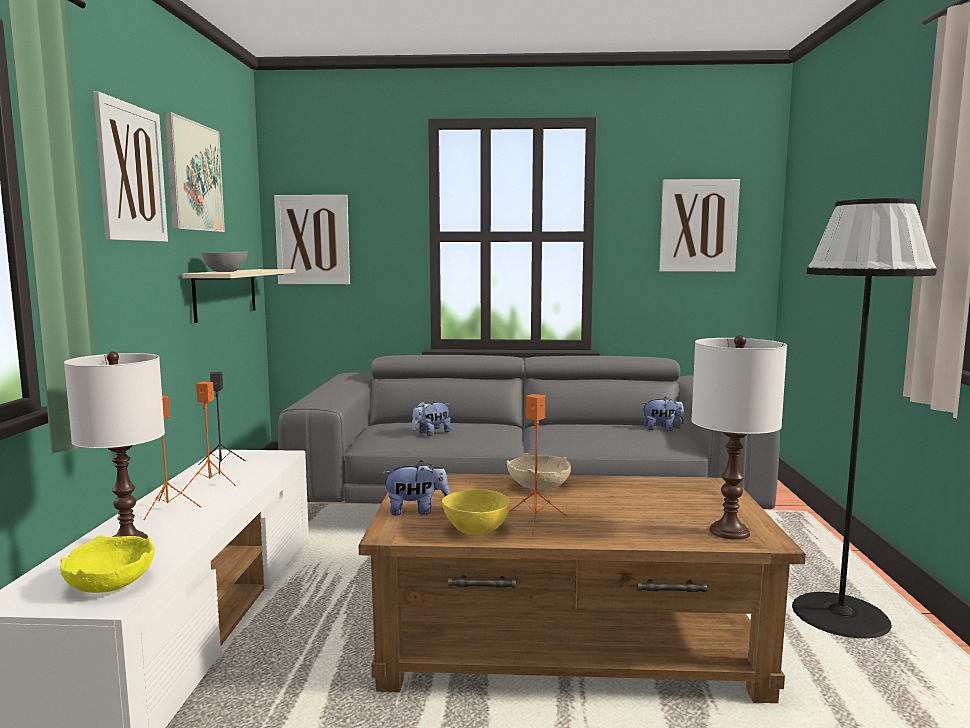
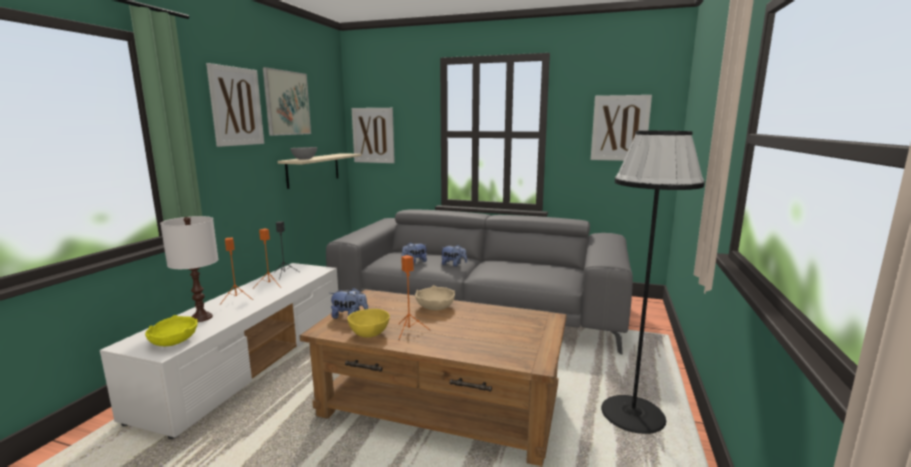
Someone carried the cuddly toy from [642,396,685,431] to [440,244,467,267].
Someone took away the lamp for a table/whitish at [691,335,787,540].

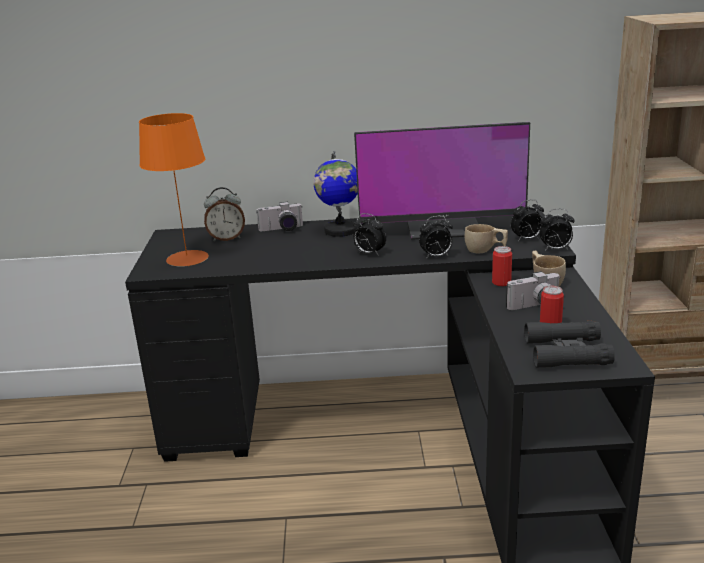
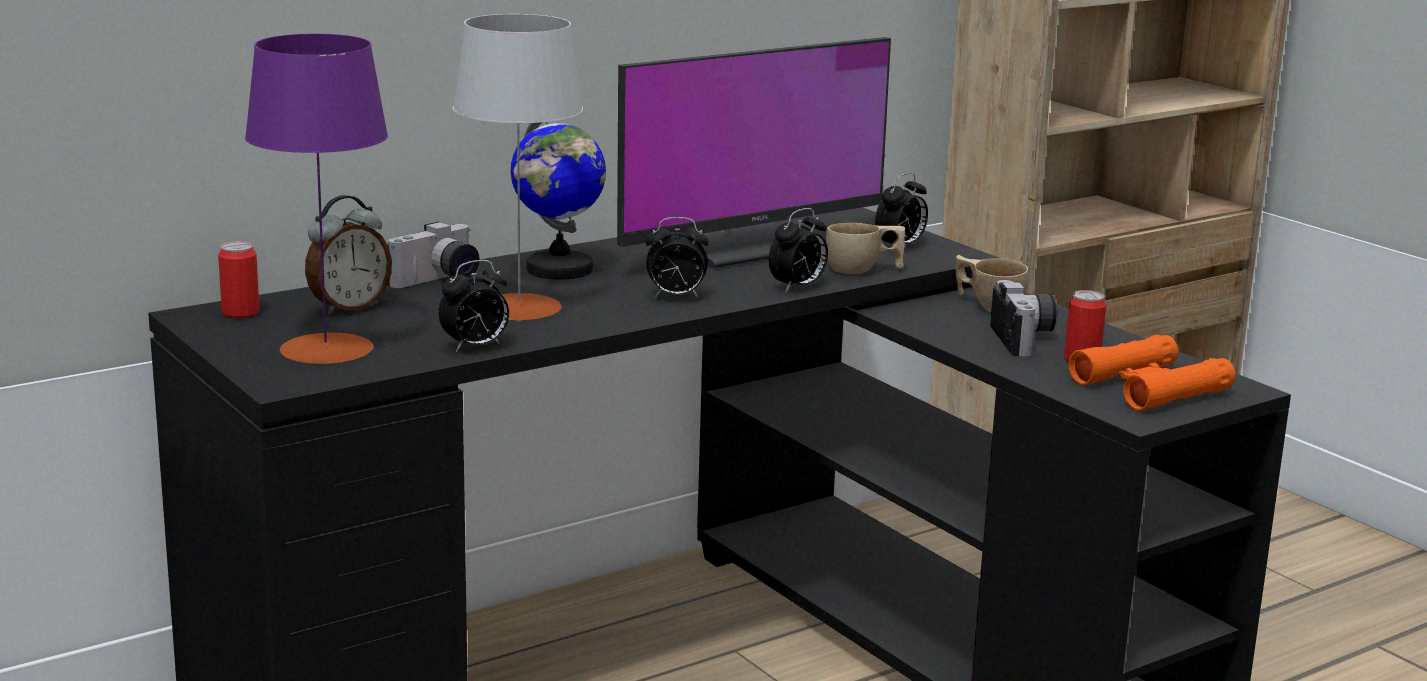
Someone carried the can from [492,246,512,286] to [218,241,260,318].
Someone repainted the lamp for a table/orange-coloured at [139,113,209,266], which became the lamp for a table/purple at [245,34,388,364].
Someone carried the table clock from [539,209,575,251] to [438,260,509,352].
Someone put down the lamp for a table/greyish at [453,14,583,321].
Someone rotated the still camera at [506,271,561,310] by 45 degrees counterclockwise.
Someone repainted the binoculars/black-coloured at [524,321,615,368], which became the binoculars/orange-coloured at [1068,335,1235,411].

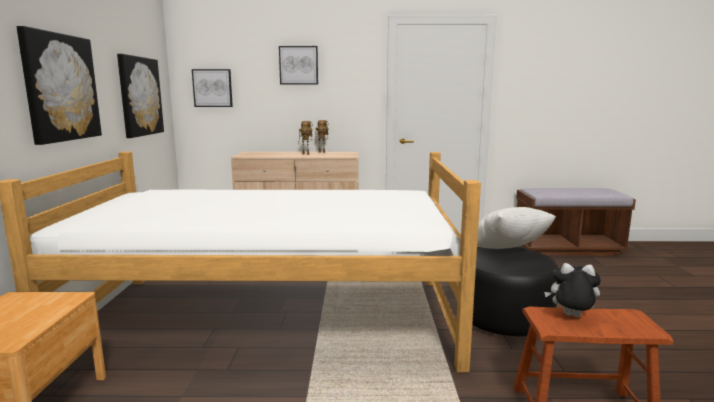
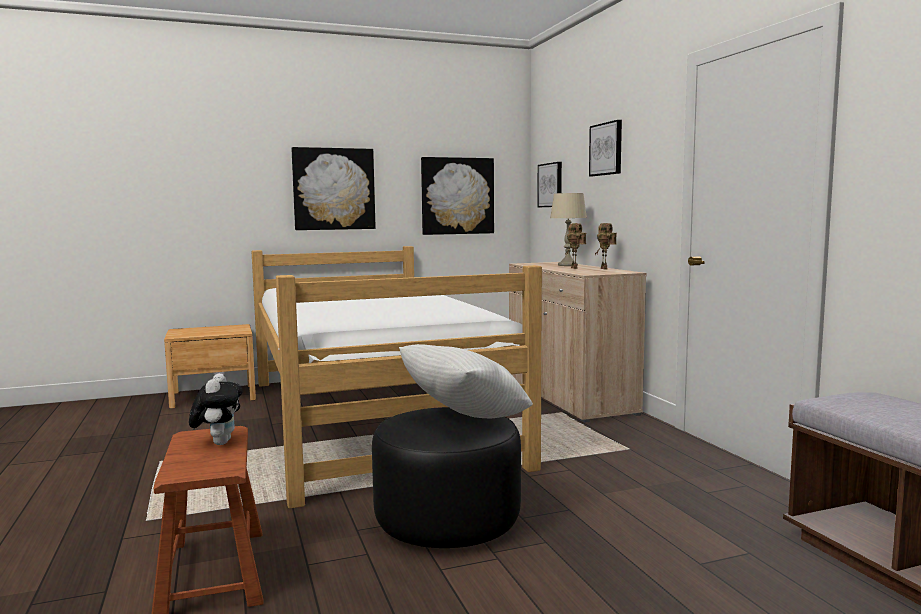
Someone put down the lamp for a table/beige-coloured at [550,193,587,266].

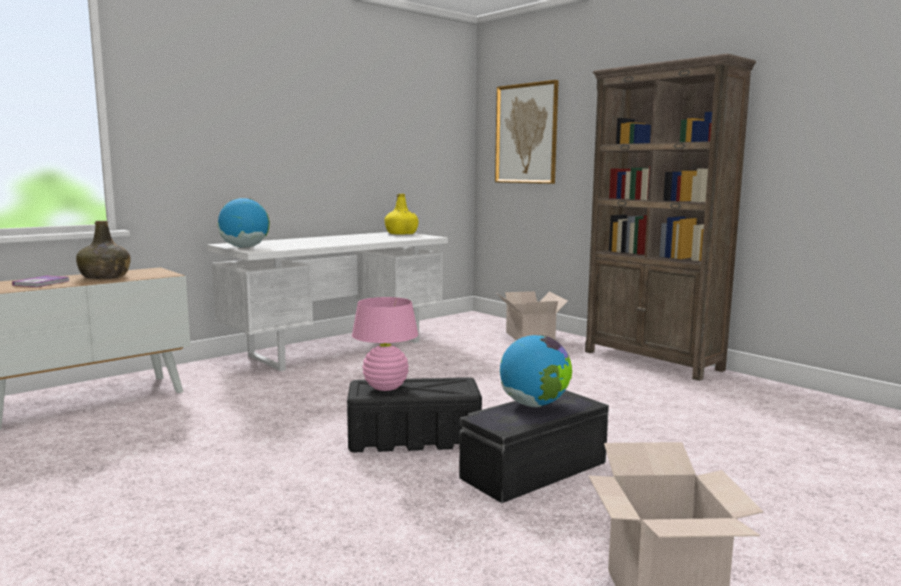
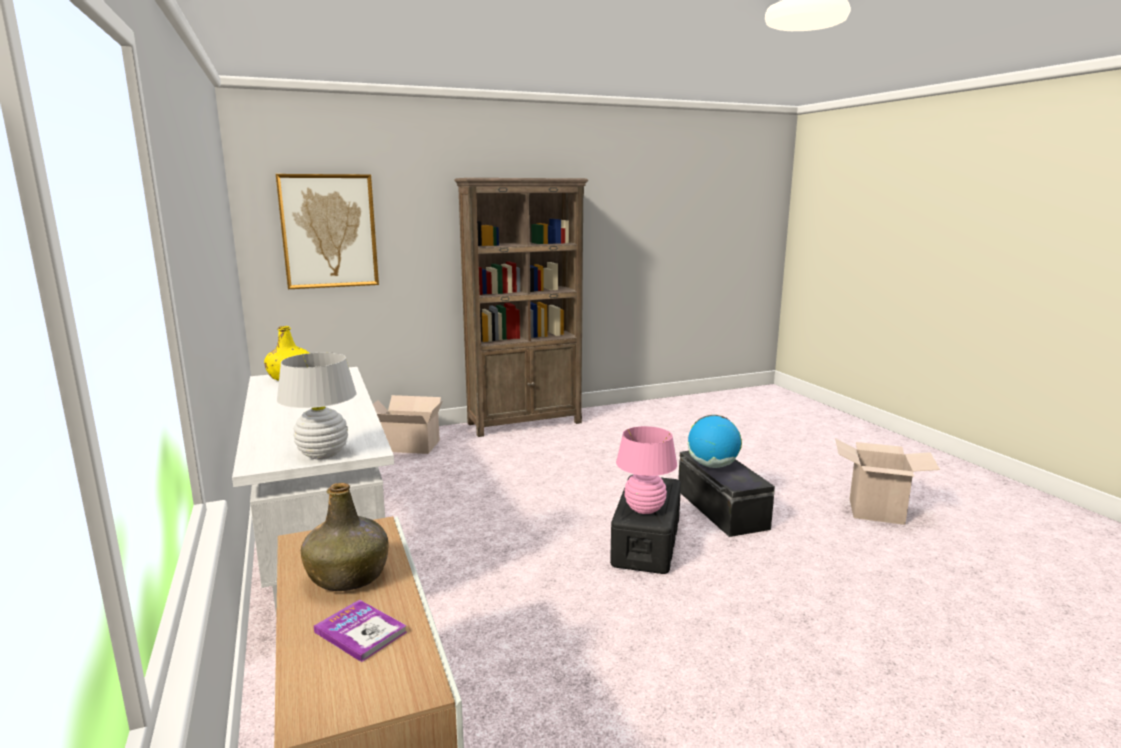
Someone swapped the world globe at [218,198,270,248] for the lamp for a table/whitish at [277,353,357,459].

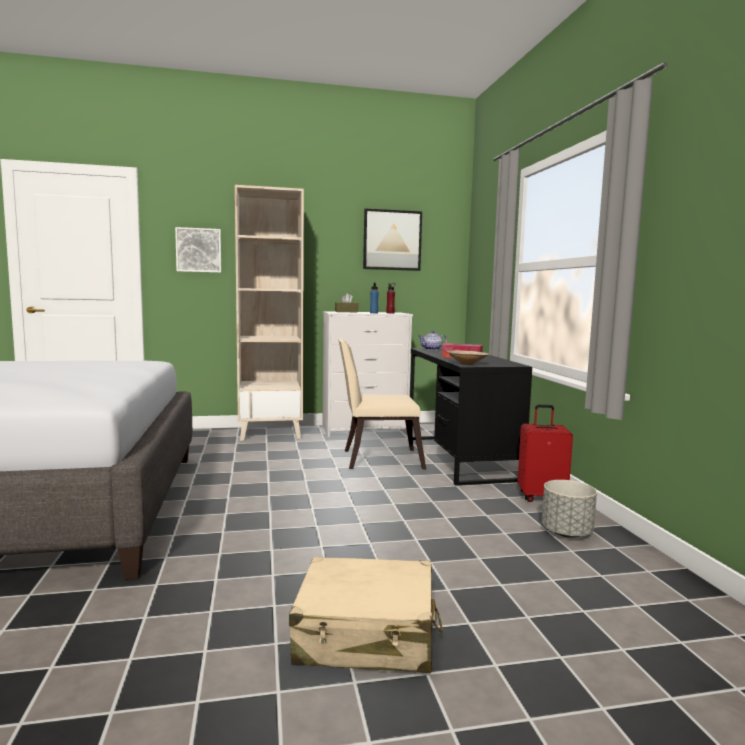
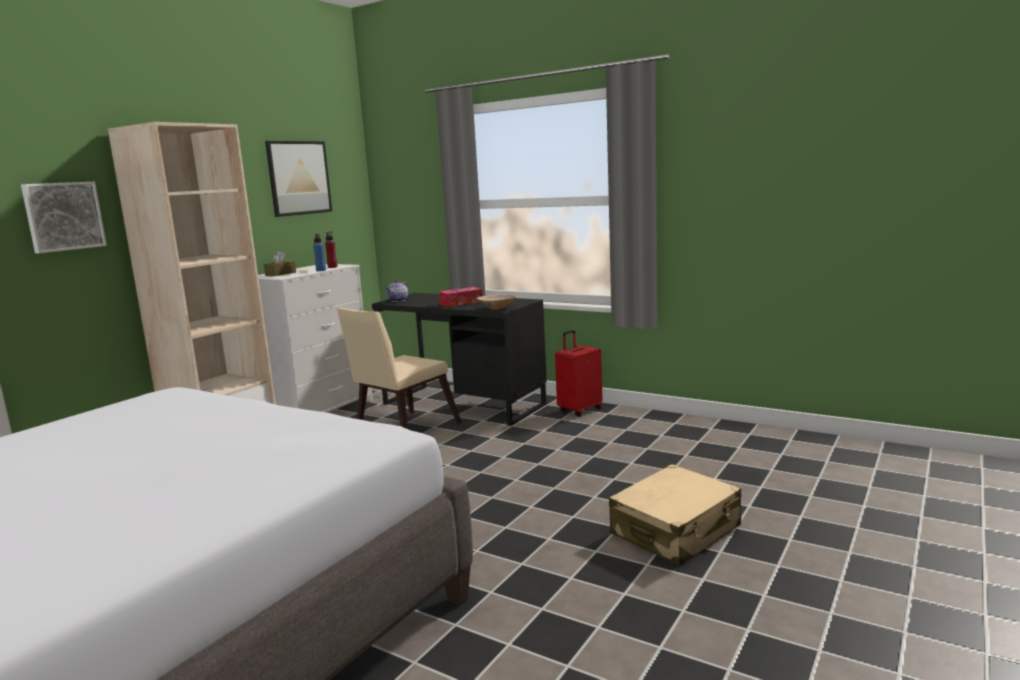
Someone took away the planter/greyish at [542,480,597,538].

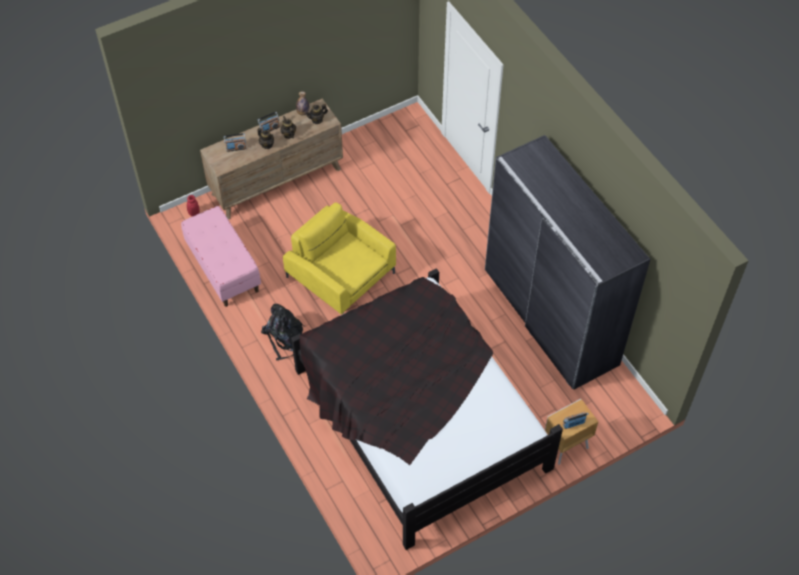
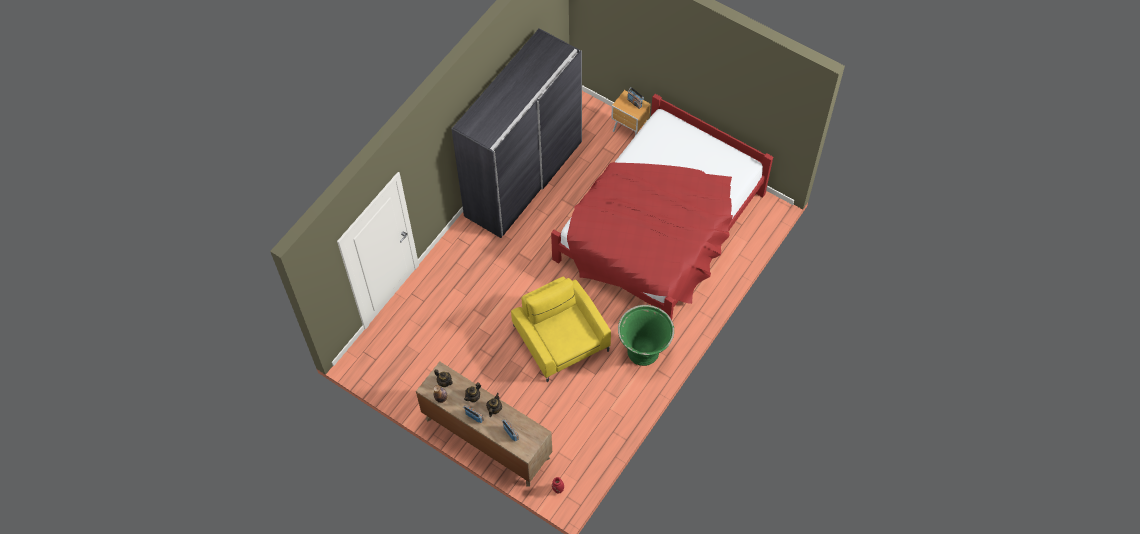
Someone rotated the lounge chair/yellow at [283,202,396,314] by 135 degrees clockwise.
Someone repainted the sleeping bed/black-coloured at [291,268,563,550], which became the sleeping bed/red at [551,94,773,320].
Someone swapped the backpack/black-coloured at [261,304,305,361] for the planter/green at [618,305,674,366].
Someone took away the long seat/pink at [181,206,261,307].

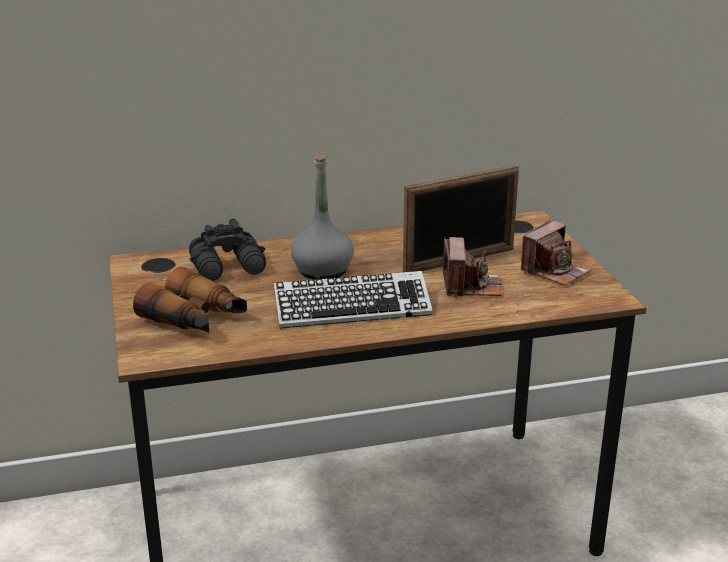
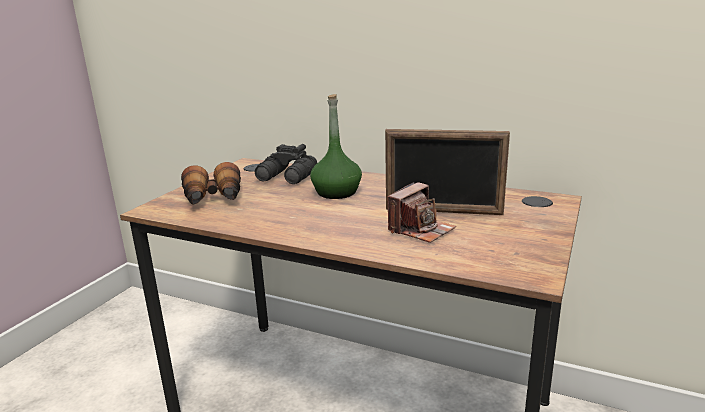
Someone repainted the beverage bottle/greyish at [291,154,354,280], which became the beverage bottle/green at [310,94,362,199].
Someone took away the PC keyboard at [273,271,433,329].
Someone took away the still camera at [521,220,592,286].

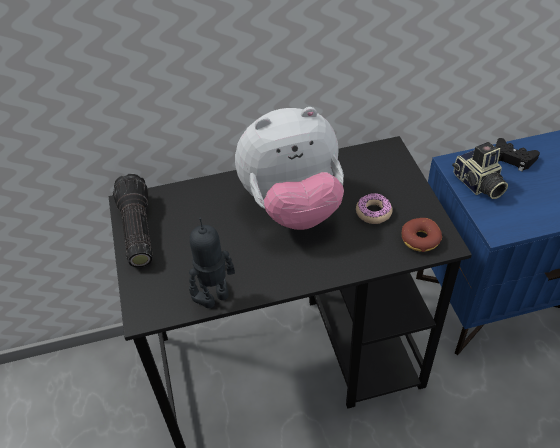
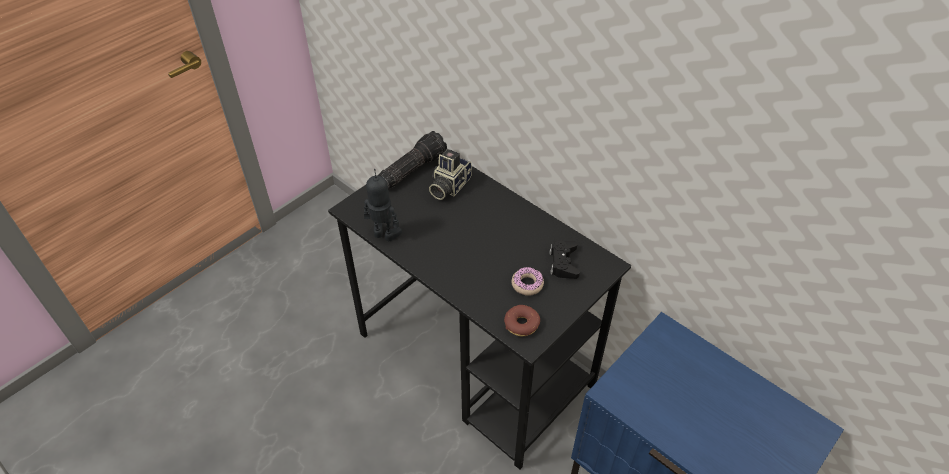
Someone carried the still camera from [452,142,508,199] to [429,149,472,200].
Someone carried the gamepad/black-coloured from [495,138,540,171] to [549,240,580,279].
Someone took away the cuddly toy at [235,107,344,230].

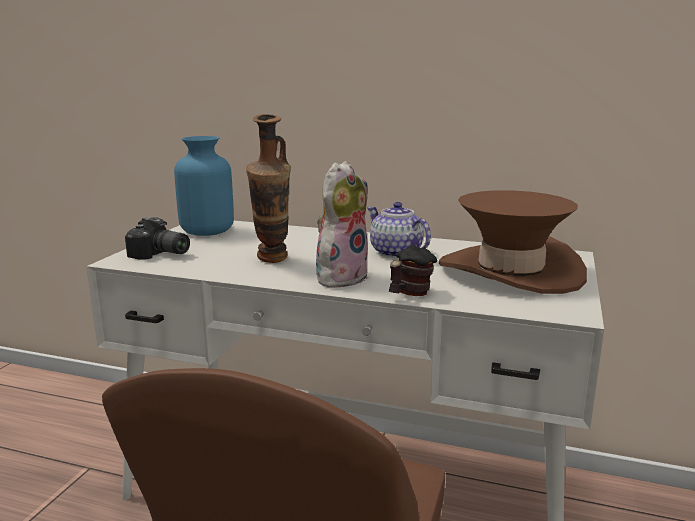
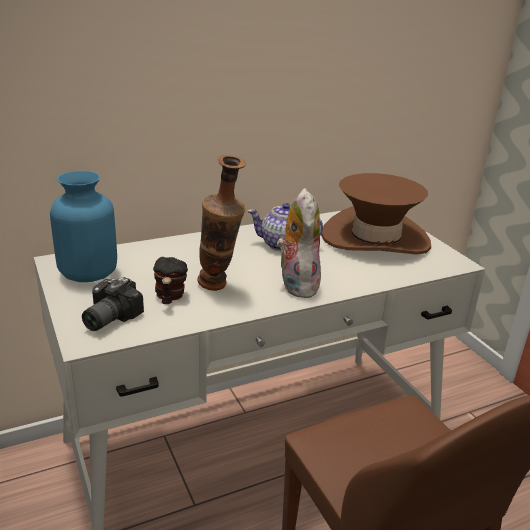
Someone rotated the still camera at [125,217,190,260] by 135 degrees clockwise.
Someone carried the coffee mug from [389,245,437,296] to [153,257,188,304].

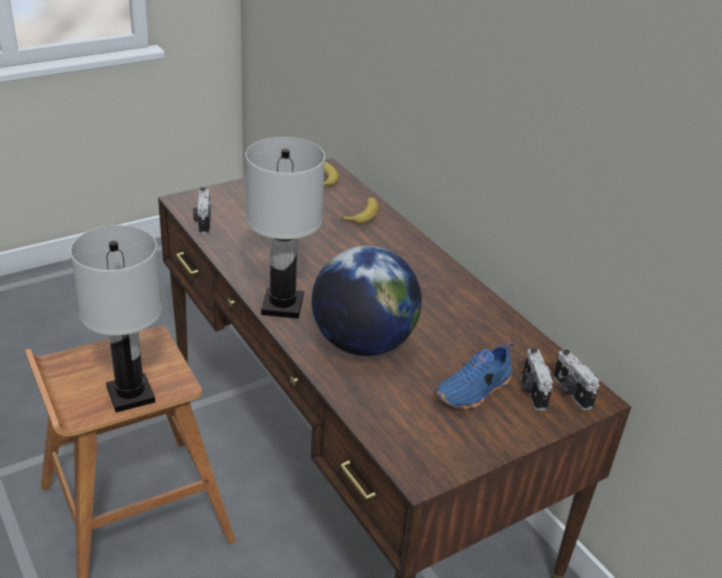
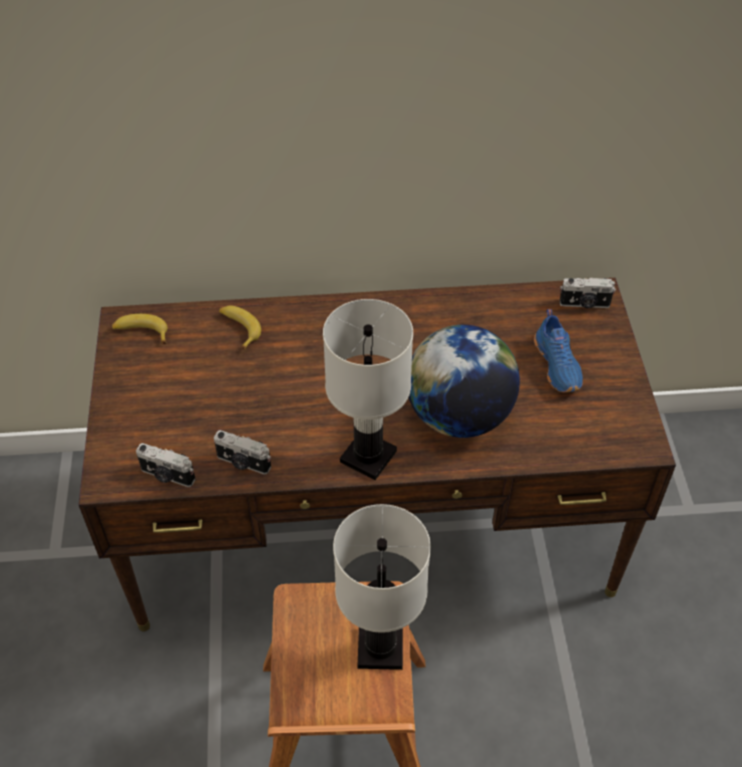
Someone carried the still camera from [522,348,553,411] to [214,430,271,474].

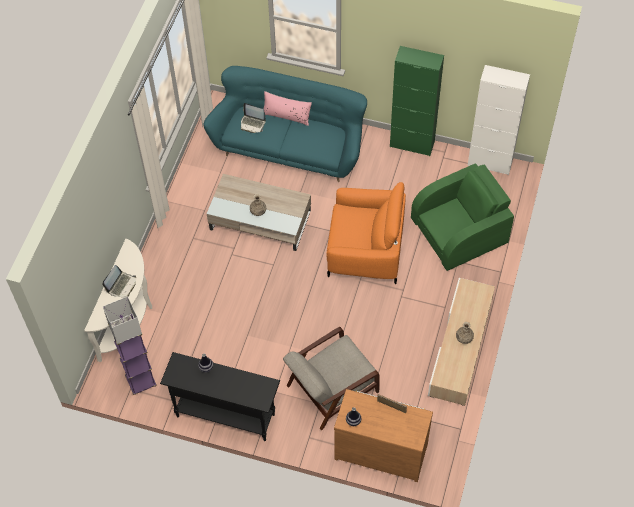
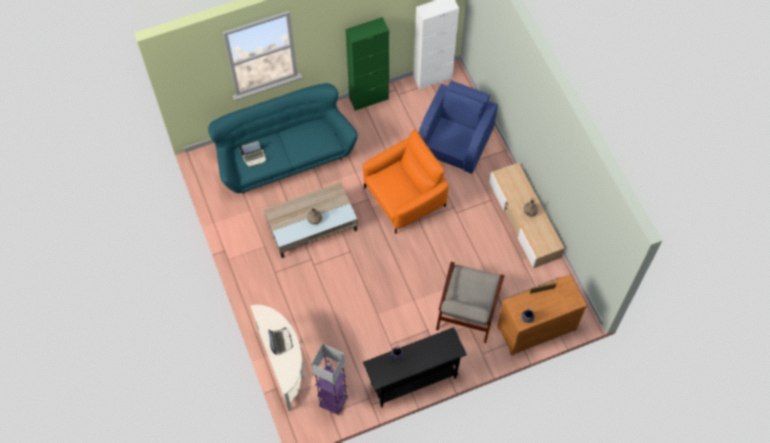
Someone repainted the lounge chair/green at [411,163,514,271], which became the lounge chair/blue at [419,80,498,174].
Someone took away the cushion/pink at [264,91,312,126].

